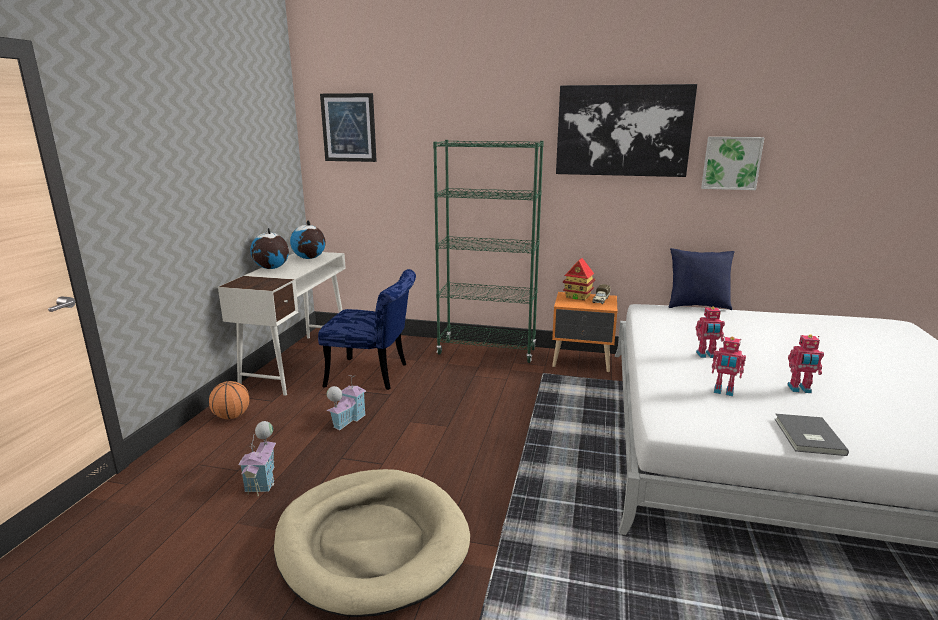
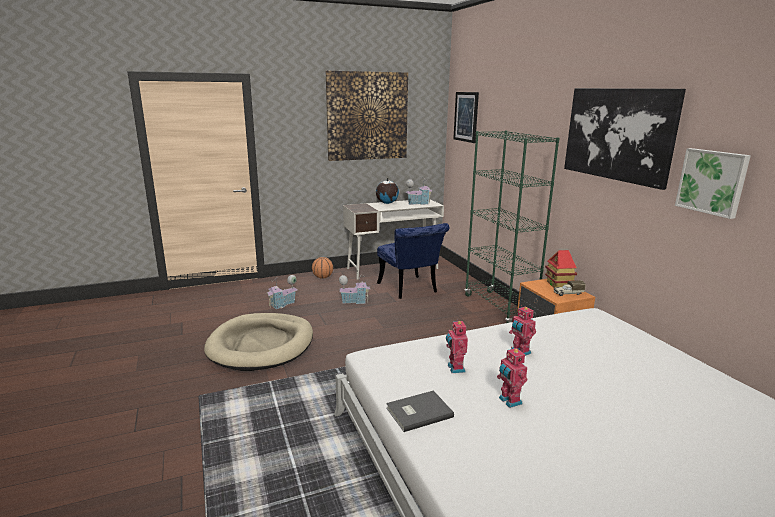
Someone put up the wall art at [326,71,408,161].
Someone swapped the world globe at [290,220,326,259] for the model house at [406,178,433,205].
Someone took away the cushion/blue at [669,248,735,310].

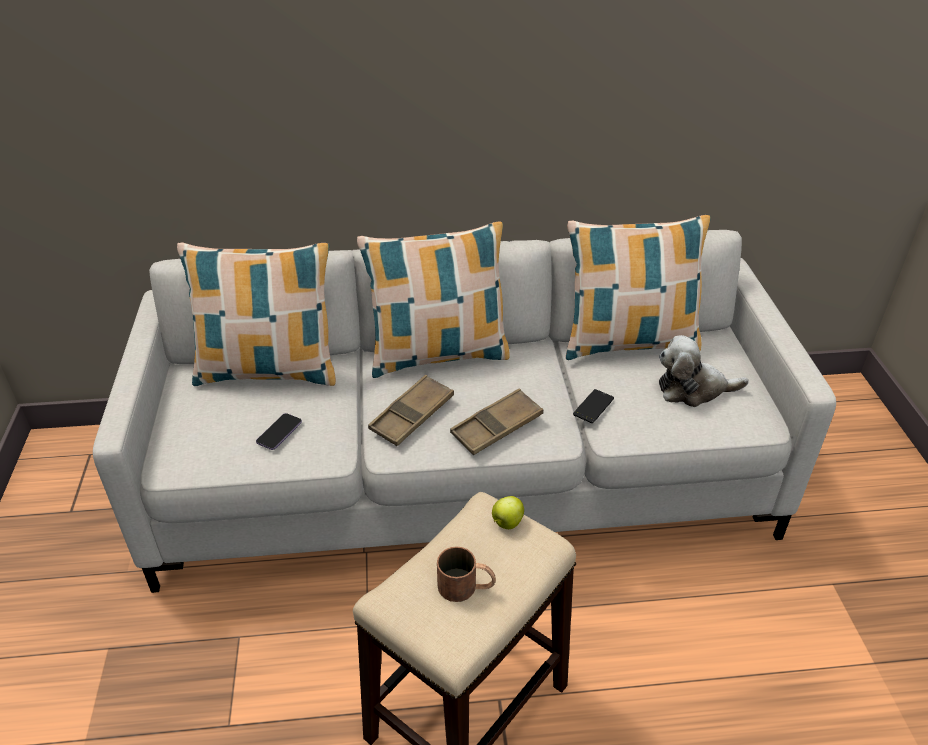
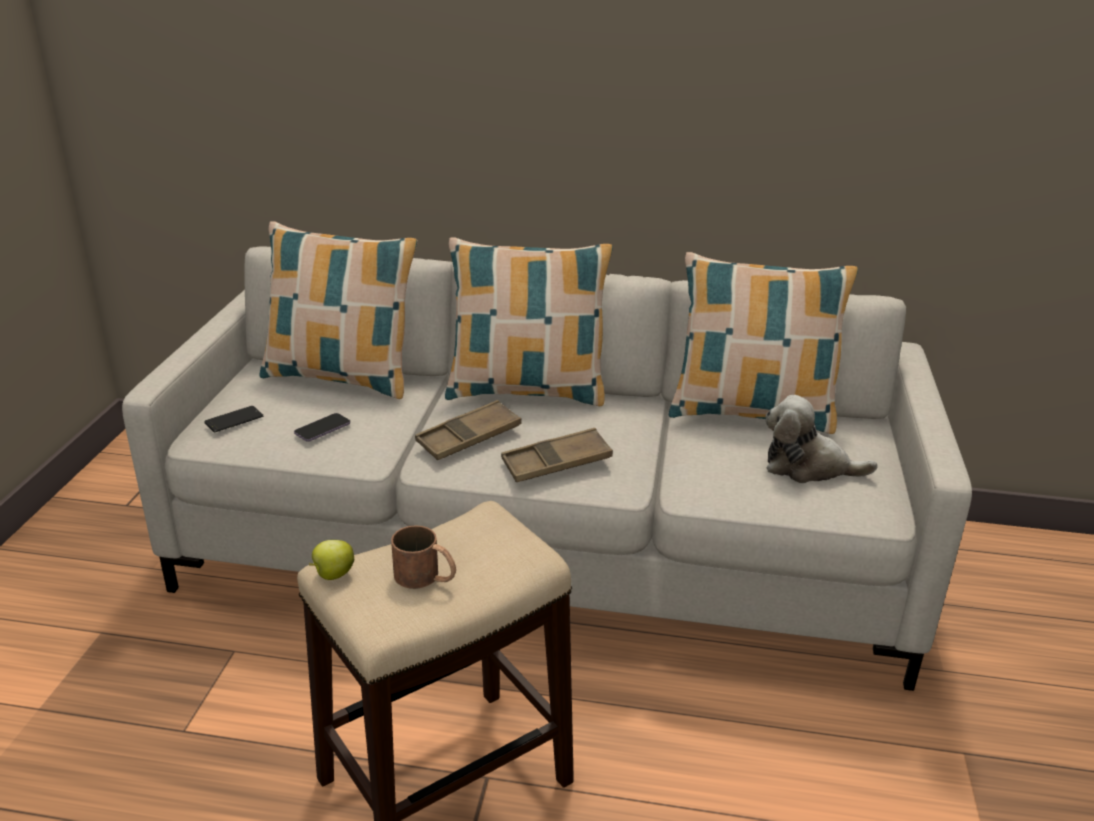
Someone carried the telephone from [573,389,614,423] to [204,406,263,432].
Someone carried the whole apple from [492,496,524,529] to [309,540,354,580].

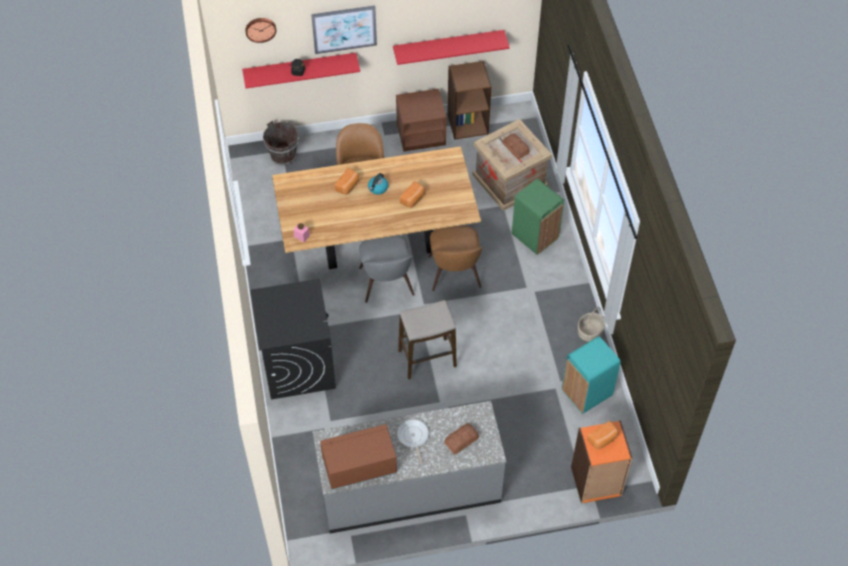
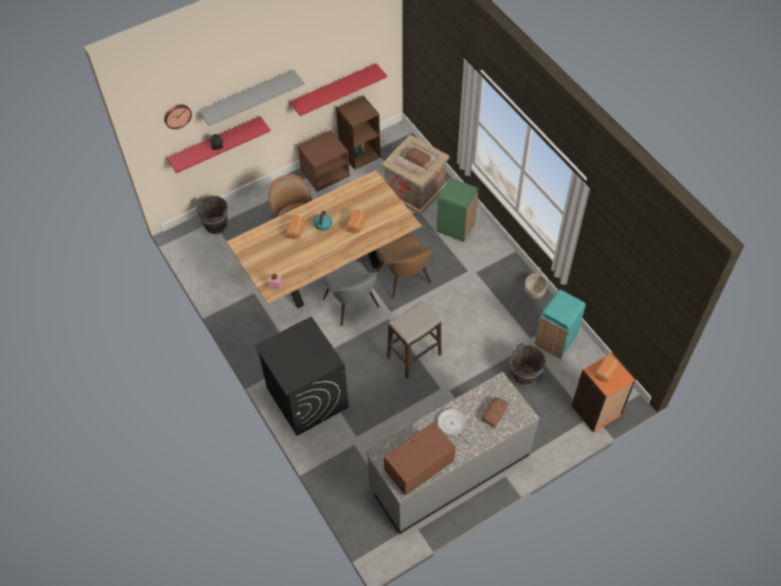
Someone swapped the wall art at [311,6,377,54] for the wall shelf/greyish at [199,69,305,126].
Someone put down the water bucket/brown at [510,342,546,386].

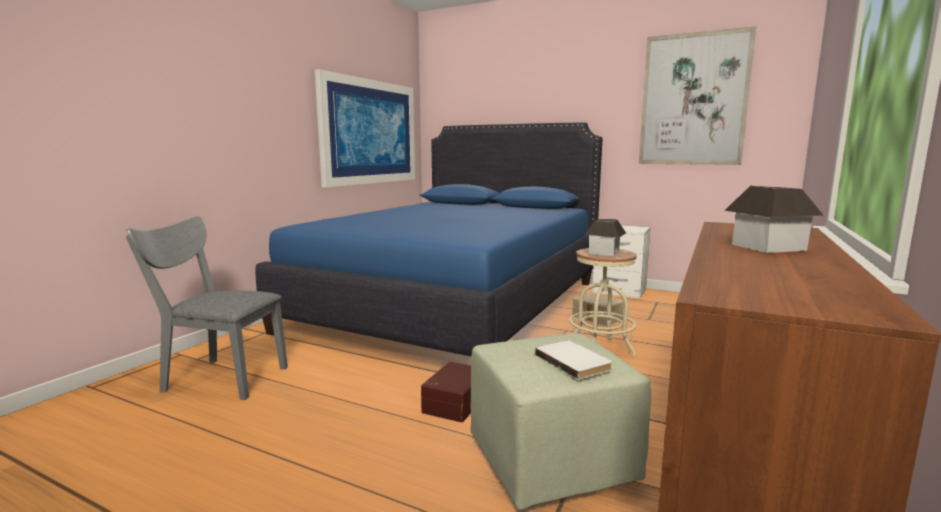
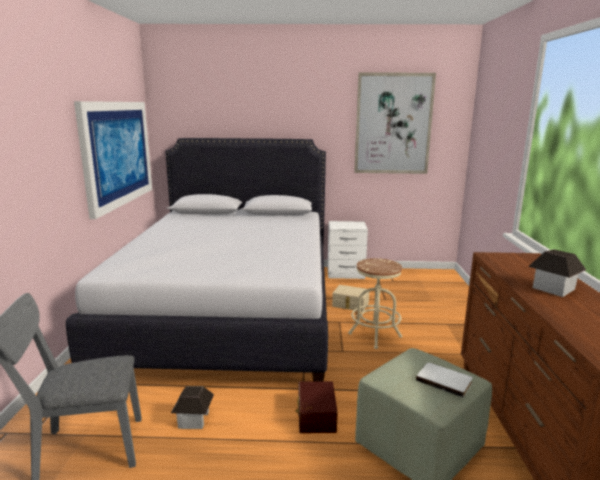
Someone repainted the sleeping bed/blue at [255,123,603,356], which became the sleeping bed/whitish at [66,138,328,382].
Someone carried the model house from [584,219,626,256] to [171,386,214,429].

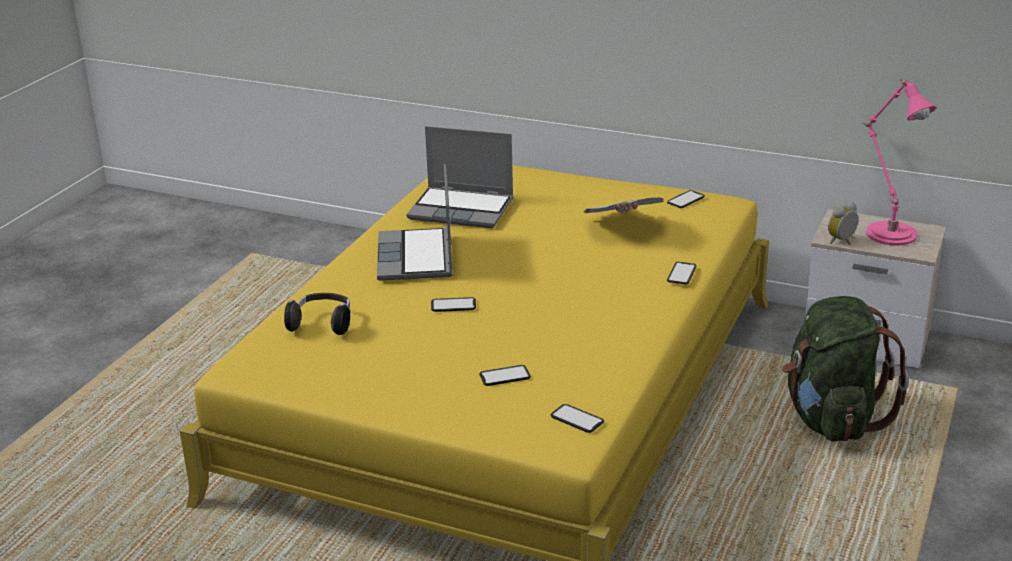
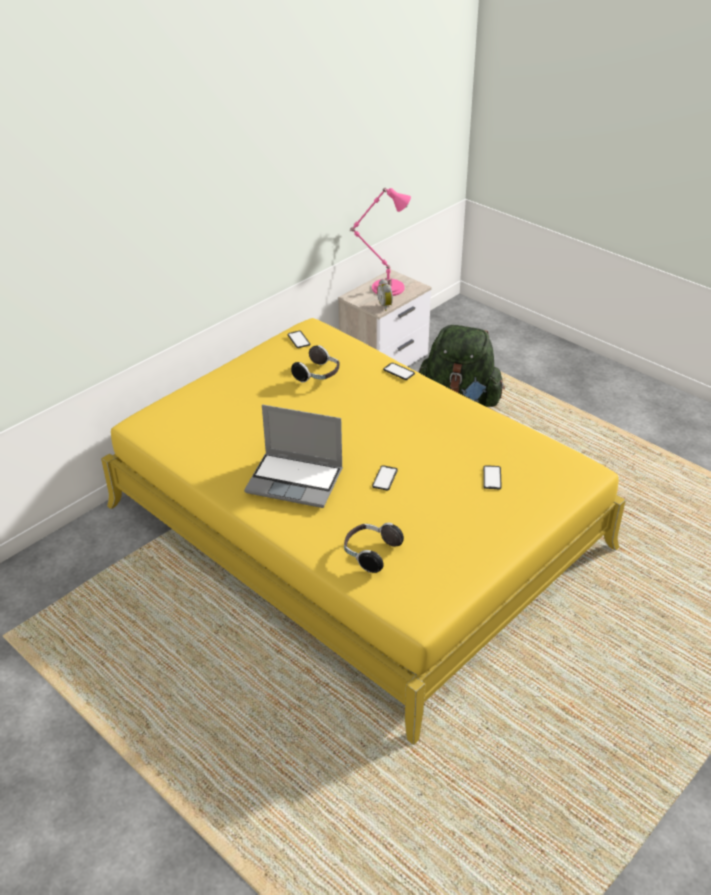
Someone swapped the printed paper at [584,198,664,214] for the headphones at [291,345,339,382].
Someone took away the portable computer at [407,126,513,229].
Someone took away the telephone at [550,404,604,433].

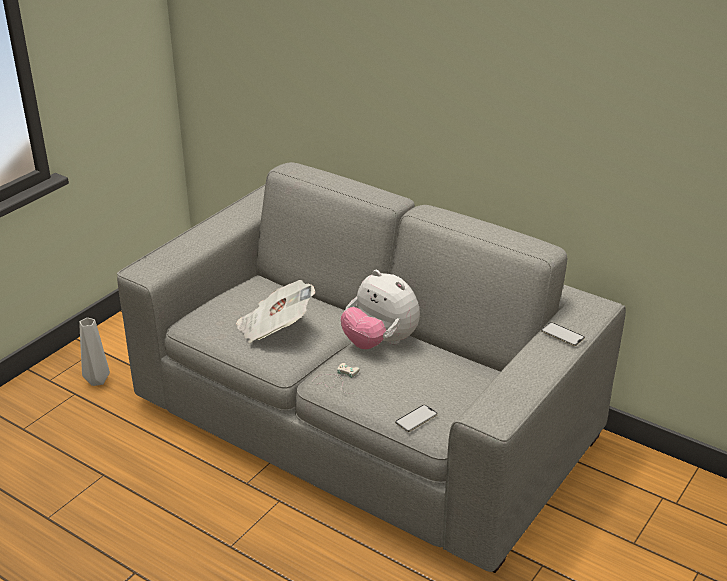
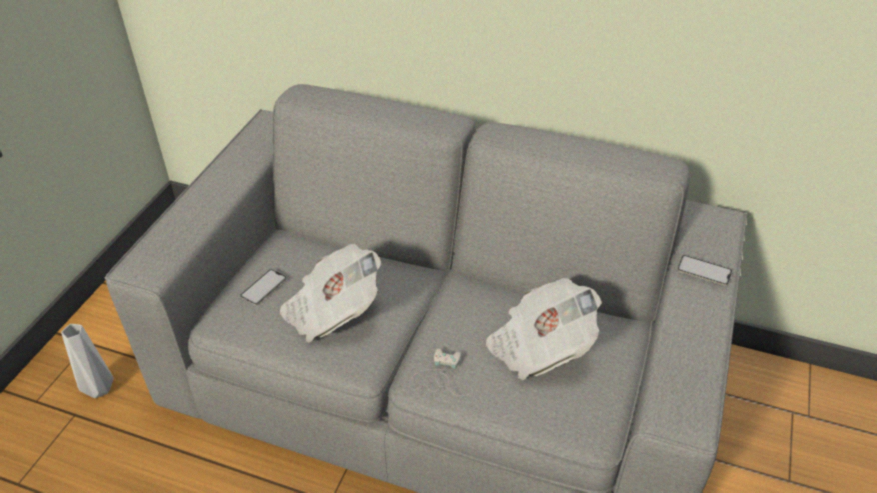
Someone carried the telephone from [395,404,438,432] to [240,269,287,305].
Someone put down the printed paper at [486,278,602,380].
Someone took away the cuddly toy at [341,270,420,349].

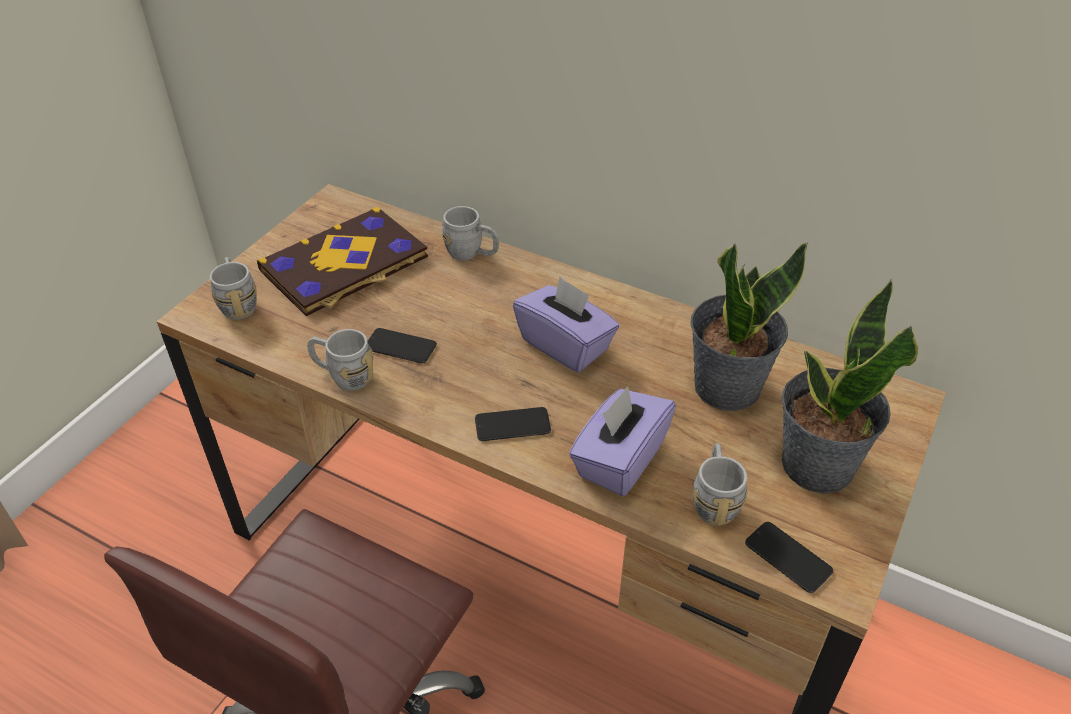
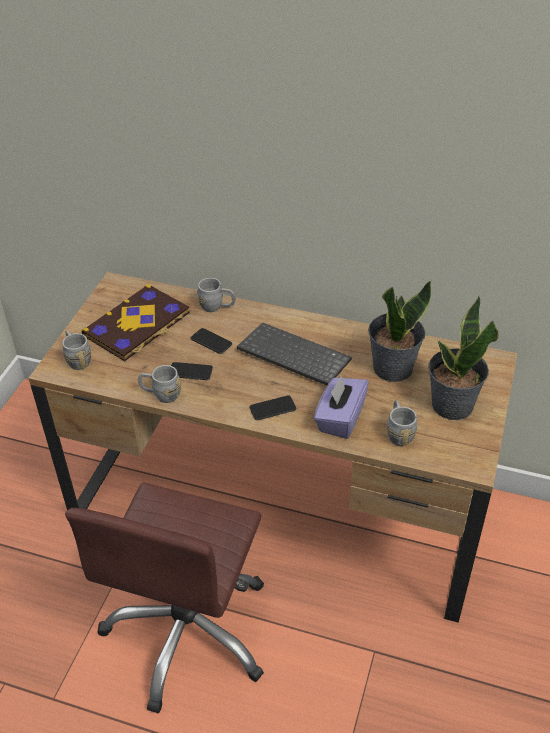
Someone carried the telephone from [745,522,833,593] to [191,328,232,354].
Someone swapped the box of tissues/purple at [513,276,619,372] for the PC keyboard at [237,322,352,385].

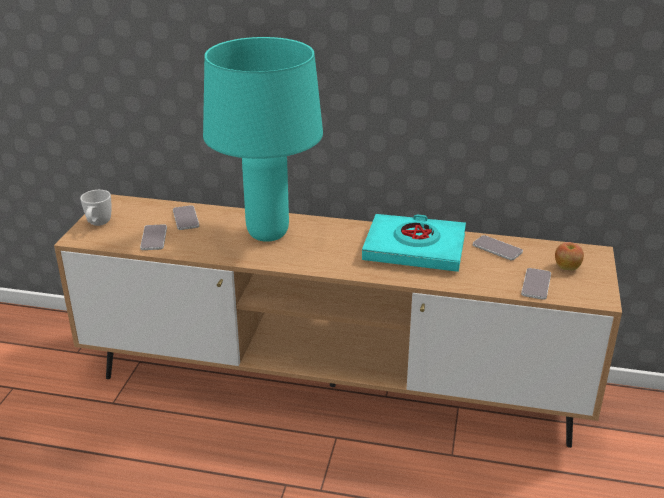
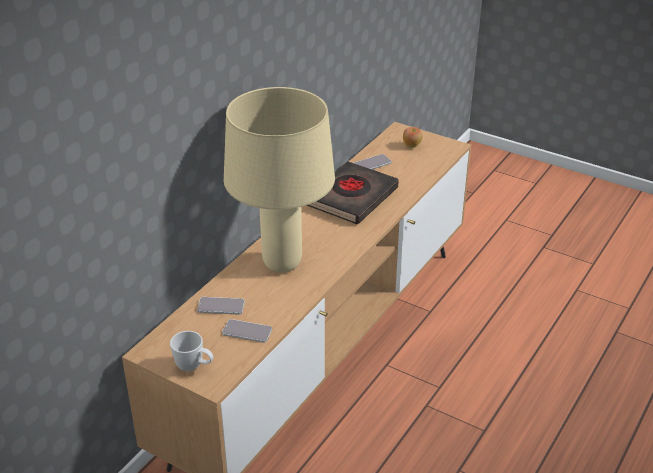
Someone repainted the lamp for a table/turquoise-coloured at [203,37,323,242], which became the lamp for a table/beige-coloured at [224,87,335,273].
Someone repainted the bound book/turquoise-coloured at [362,214,466,272], which became the bound book/black-coloured at [307,161,399,224].
Someone took away the telephone at [521,268,551,300].

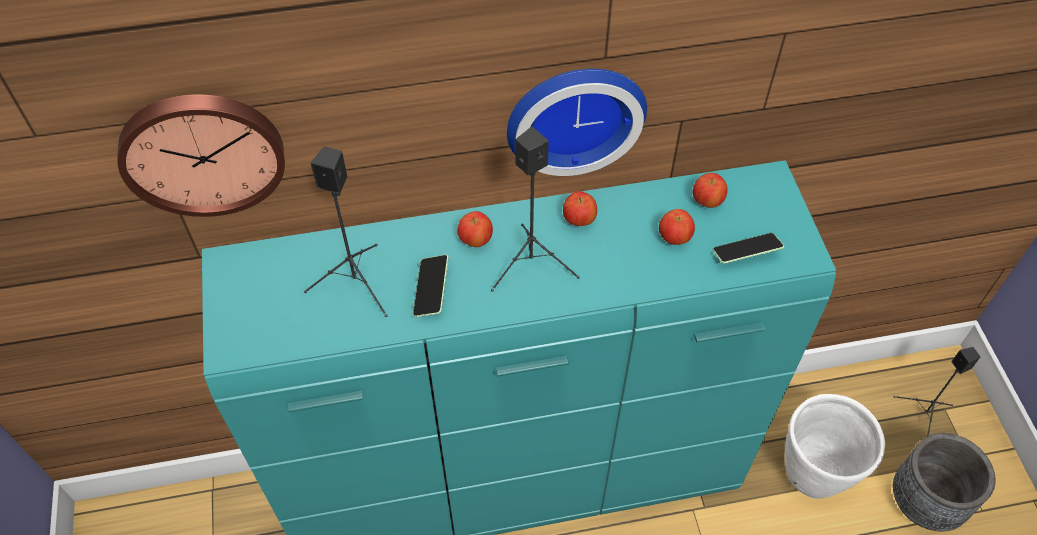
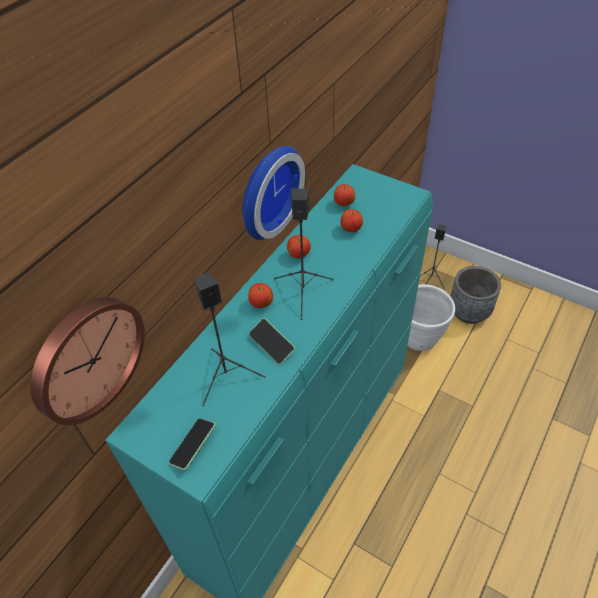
Someone carried the telephone from [713,233,784,264] to [169,418,216,470].

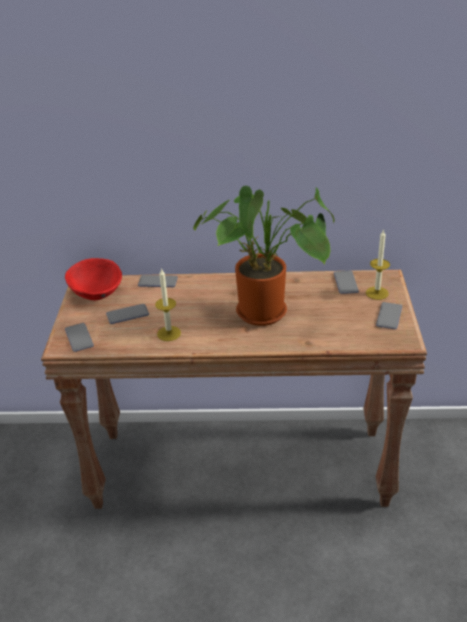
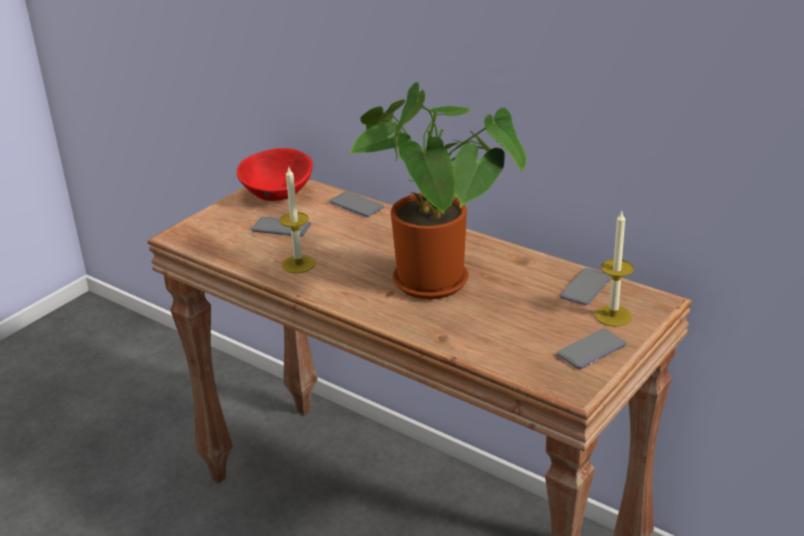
Someone took away the telephone at [65,323,94,352].

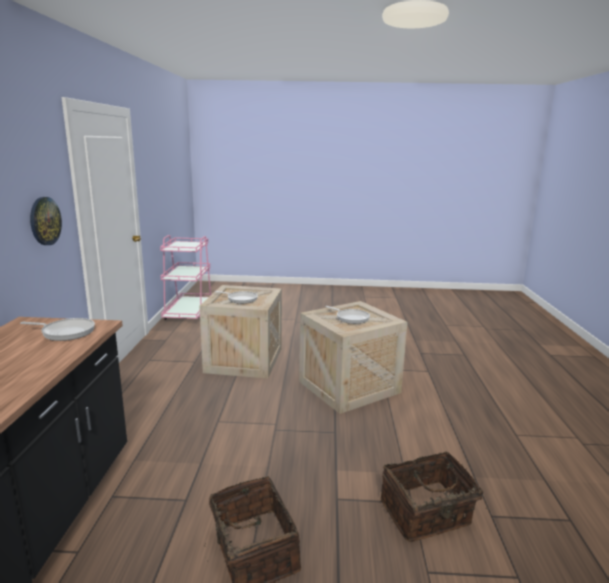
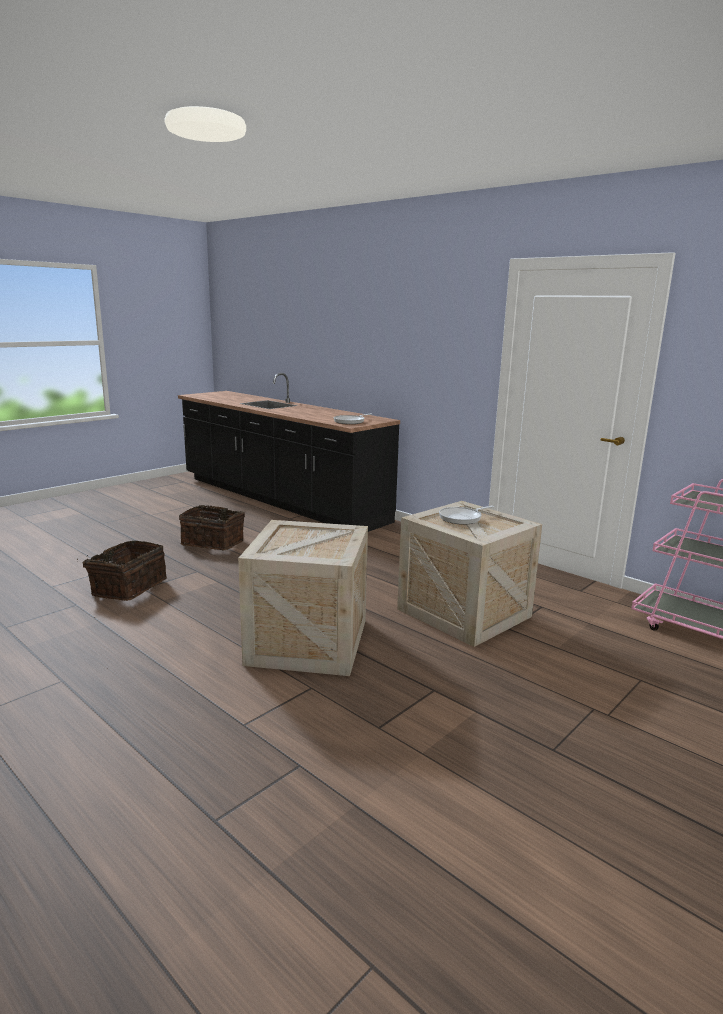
Someone took away the hanging clock at [30,197,62,245].
Someone took away the frying pan at [325,306,370,324].

